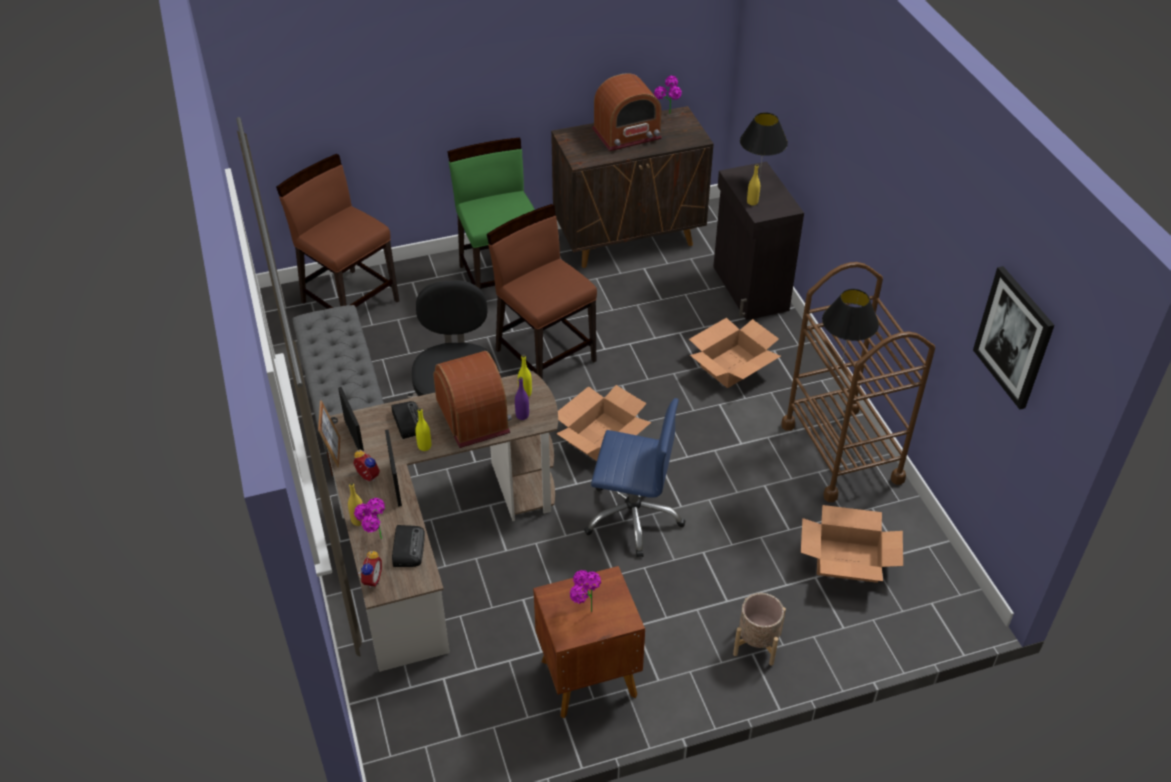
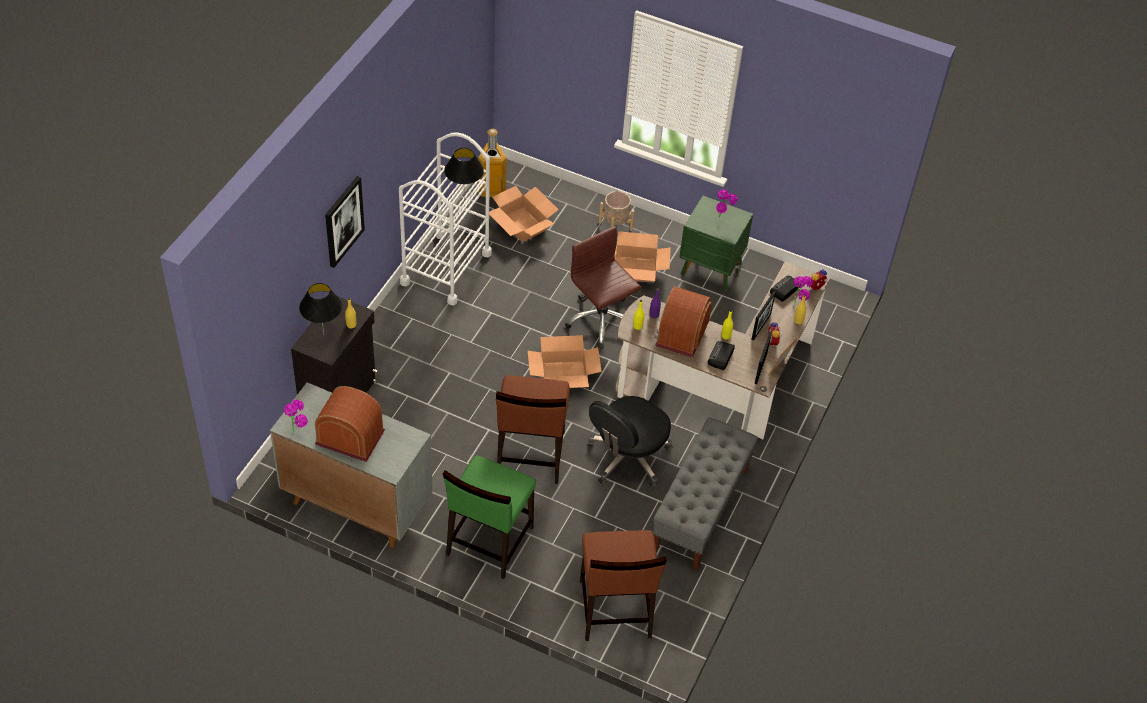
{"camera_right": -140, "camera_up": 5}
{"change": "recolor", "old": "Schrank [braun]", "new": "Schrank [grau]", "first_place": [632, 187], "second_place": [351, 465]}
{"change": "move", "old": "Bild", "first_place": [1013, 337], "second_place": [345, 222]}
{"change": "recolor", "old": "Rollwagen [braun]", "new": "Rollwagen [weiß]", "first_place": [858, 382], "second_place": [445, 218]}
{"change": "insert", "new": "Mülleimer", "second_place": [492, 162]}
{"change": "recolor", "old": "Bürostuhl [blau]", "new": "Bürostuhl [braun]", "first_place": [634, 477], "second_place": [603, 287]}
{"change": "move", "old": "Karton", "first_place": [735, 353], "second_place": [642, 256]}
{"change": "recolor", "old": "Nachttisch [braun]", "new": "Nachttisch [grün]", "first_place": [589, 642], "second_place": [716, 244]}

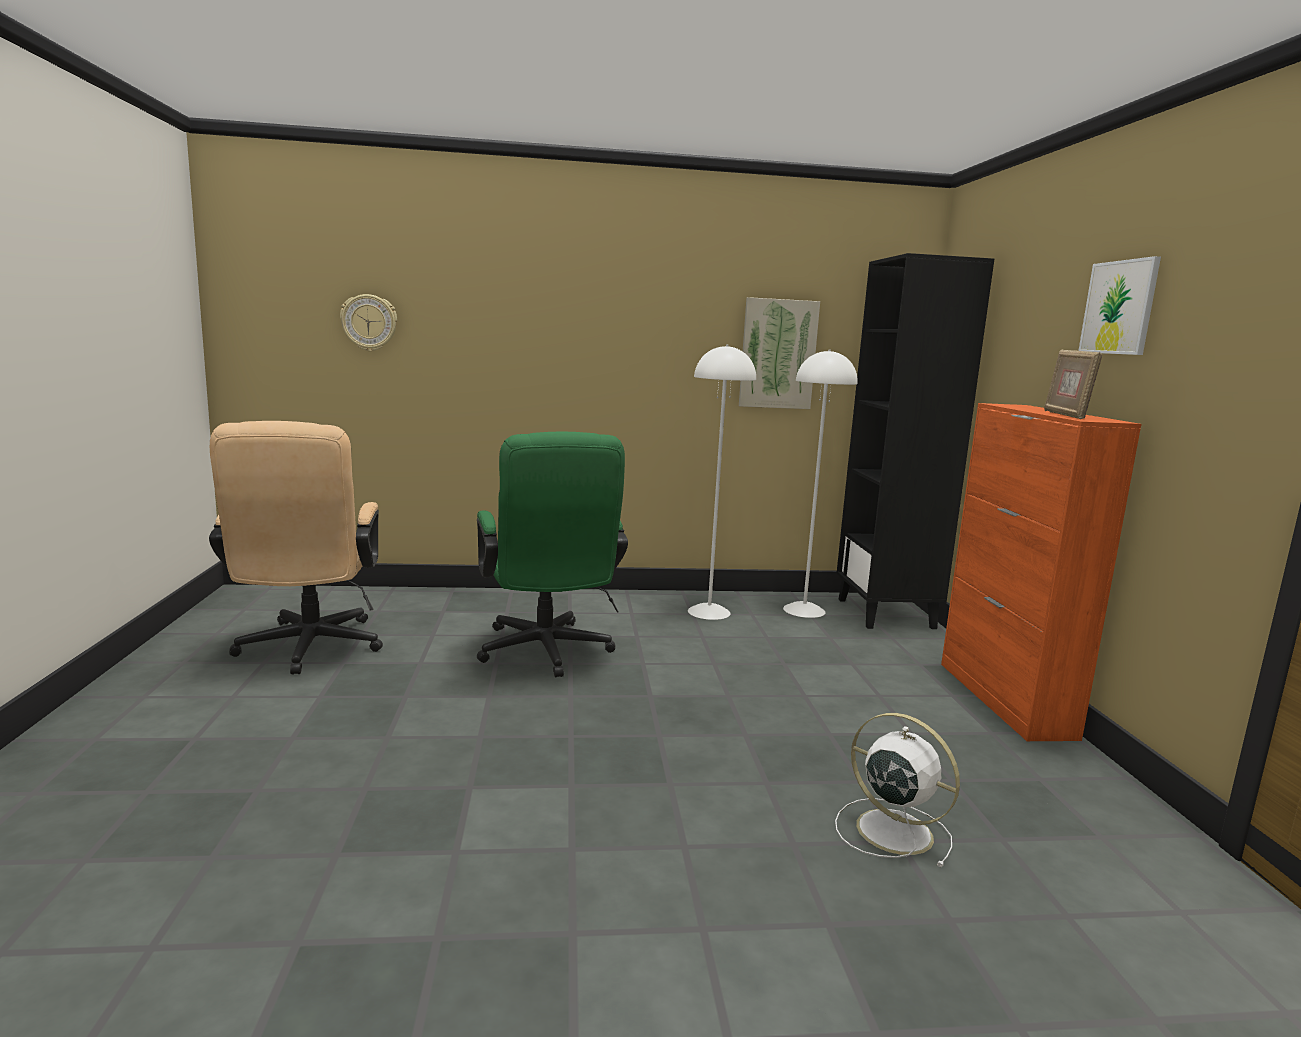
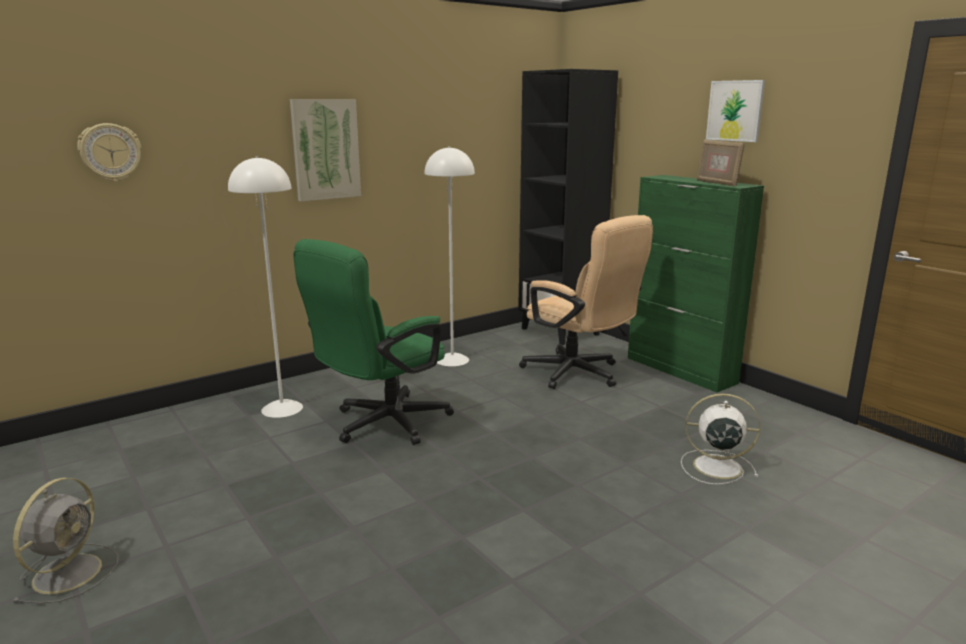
{"camera_right": -30, "camera_up": 5}
{"change": "insert", "new": "Ventilator [grau]", "second_place": [65, 541]}
{"change": "move", "old": "Stehlampe [weiß]", "first_place": [820, 483], "second_place": [265, 287]}
{"change": "move", "old": "Bild", "first_place": [779, 353], "second_place": [325, 150]}
{"change": "rotate", "old": "Bürostuhl [grün]", "first_place": [552, 554], "second_place": [373, 342], "degrees": 90}
{"change": "move", "old": "Bürostuhl [beige]", "first_place": [296, 548], "second_place": [586, 302]}
{"change": "recolor", "old": "Schrank [orange]", "new": "Schrank [grün]", "first_place": [1041, 572], "second_place": [696, 283]}

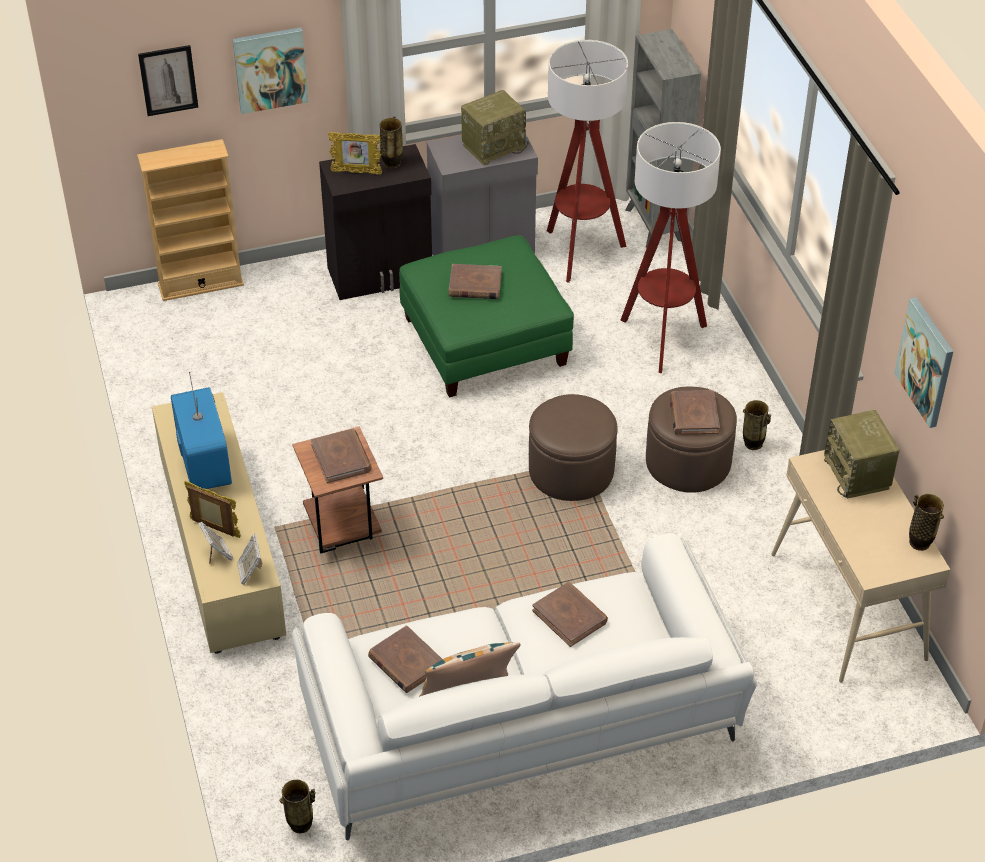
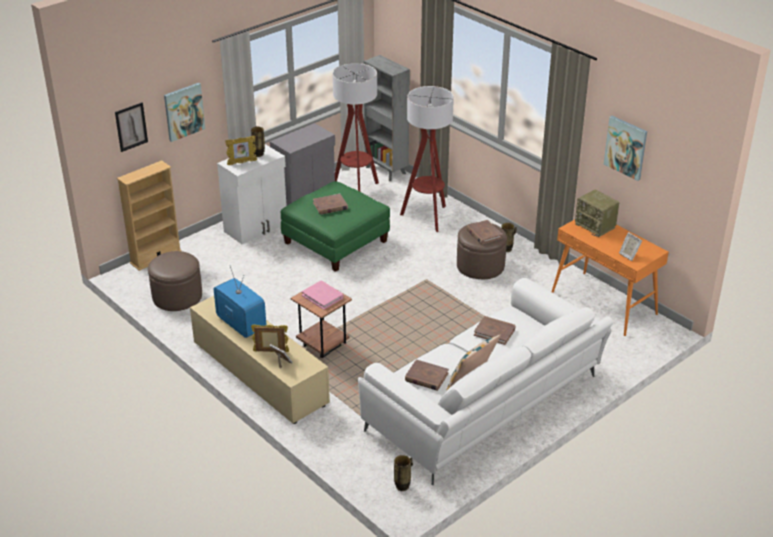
{"camera_right": -25, "camera_up": -10}
{"change": "move", "old": "Polsterhocker [braun]", "first_place": [573, 447], "second_place": [175, 281]}
{"change": "recolor", "old": "Schrank [schwarz]", "new": "Schrank [weiß]", "first_place": [375, 222], "second_place": [252, 194]}
{"change": "recolor", "old": "Buch [braun]", "new": "Buch [rosa]", "first_place": [341, 456], "second_place": [323, 295]}
{"change": "recolor", "old": "Konsolentisch [beige]", "new": "Konsolentisch [orange]", "first_place": [861, 566], "second_place": [610, 278]}
{"change": "move", "old": "Bilderrahmen", "first_place": [249, 559], "second_place": [630, 246]}
{"change": "delete", "old": "Radio", "first_place": [495, 127]}
{"change": "delete", "old": "Vase", "first_place": [926, 522]}

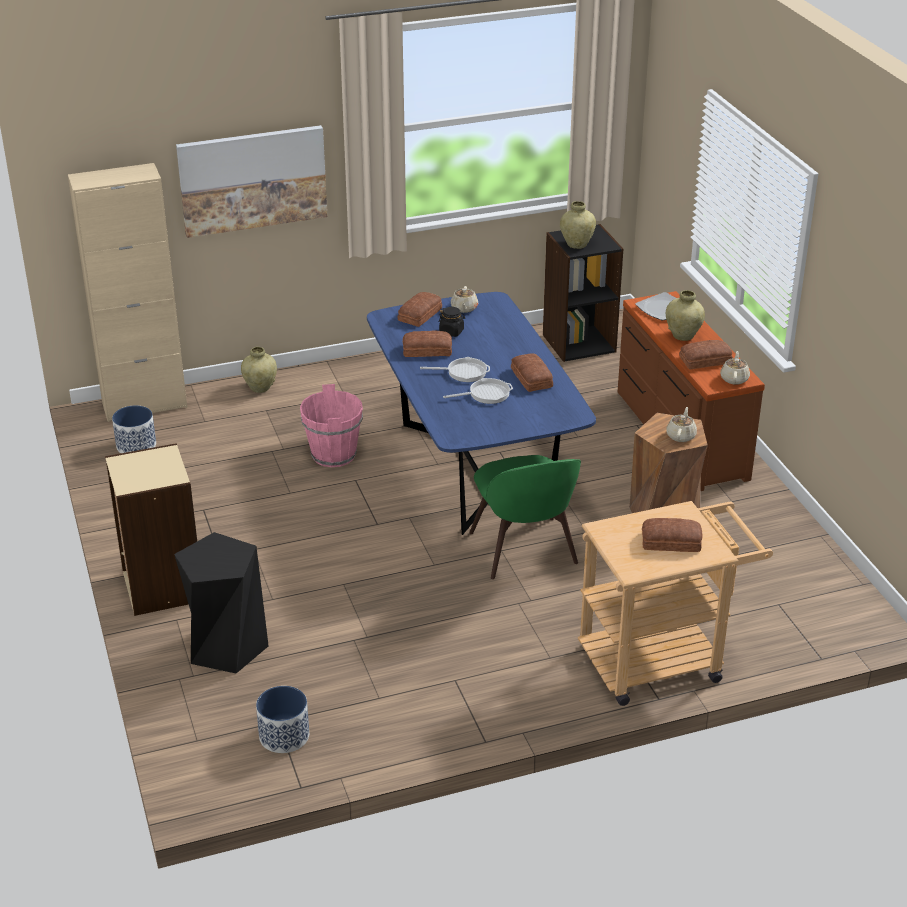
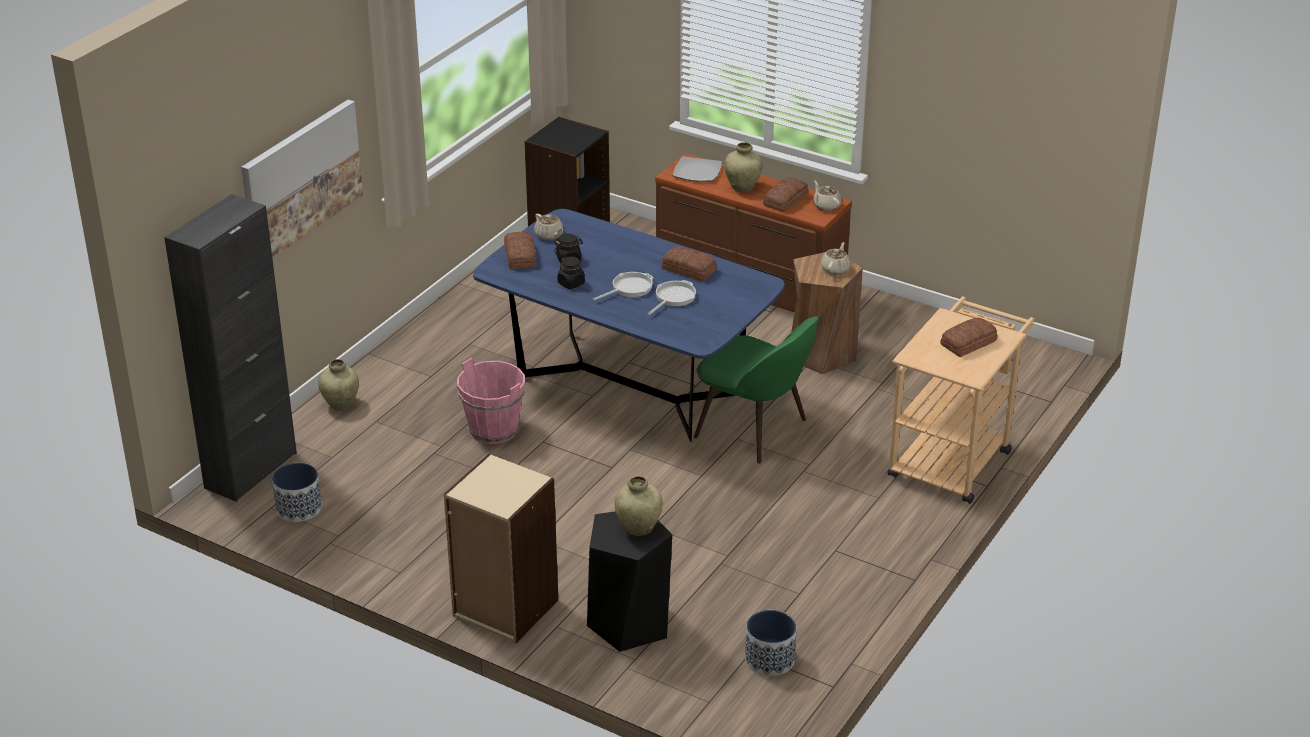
{"camera_right": -40, "camera_up": 0}
{"change": "recolor", "old": "Schrank [beige]", "new": "Schrank [schwarz]", "first_place": [127, 292], "second_place": [230, 348]}
{"change": "replace", "old": "Brot", "new": "Vorratsglas [schwarz]", "first_place": [427, 344], "second_place": [571, 273]}
{"change": "move", "old": "Vase [beige]", "first_place": [578, 225], "second_place": [639, 506]}
{"change": "rotate", "old": "Teekanne [beige]", "first_place": [681, 424], "second_place": [835, 258], "degrees": 45}

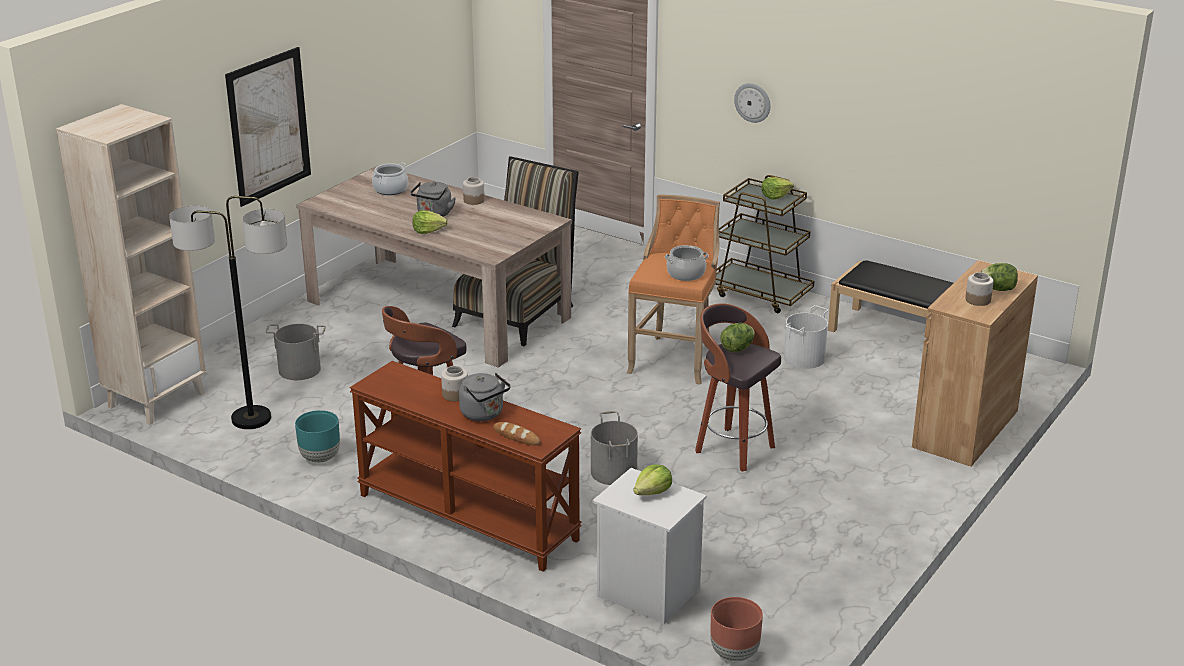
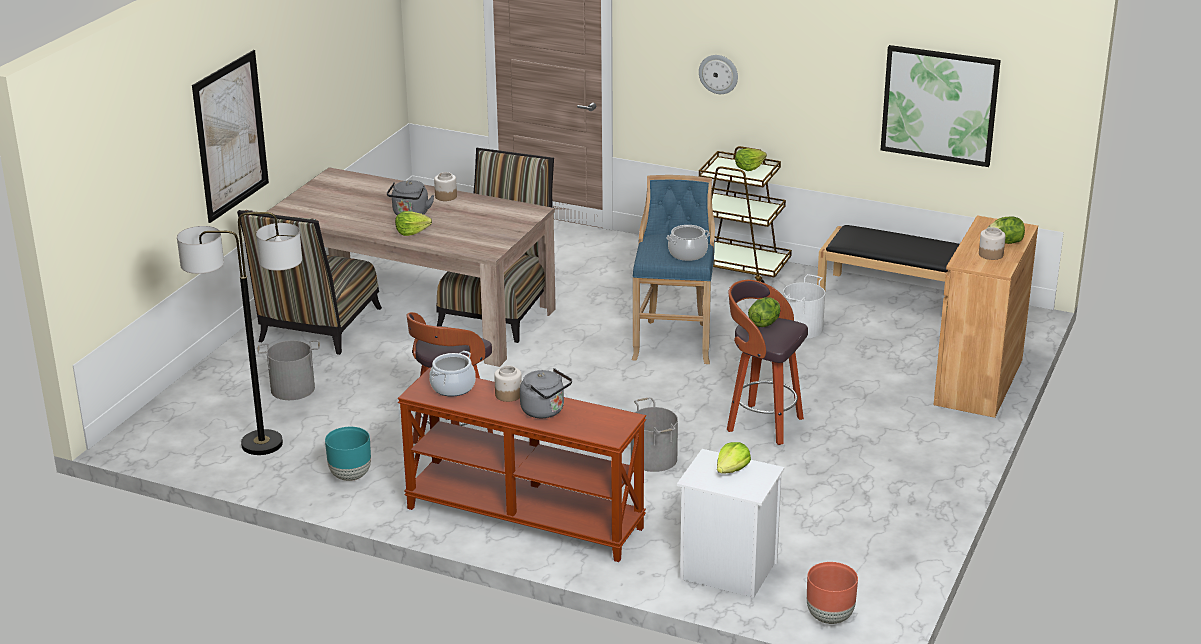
{"camera_right": -10, "camera_up": 0}
{"change": "insert", "new": "Stuhl", "second_place": [309, 282]}
{"change": "move", "old": "Kochtopf", "first_place": [390, 179], "second_place": [452, 373]}
{"change": "recolor", "old": "Hocker [orange]", "new": "Hocker [blau]", "first_place": [673, 289], "second_place": [673, 269]}
{"change": "insert", "new": "Bild", "second_place": [941, 106]}
{"change": "delete", "old": "Bücherregal [beige]", "first_place": [131, 264]}
{"change": "delete", "old": "Brot", "first_place": [517, 433]}

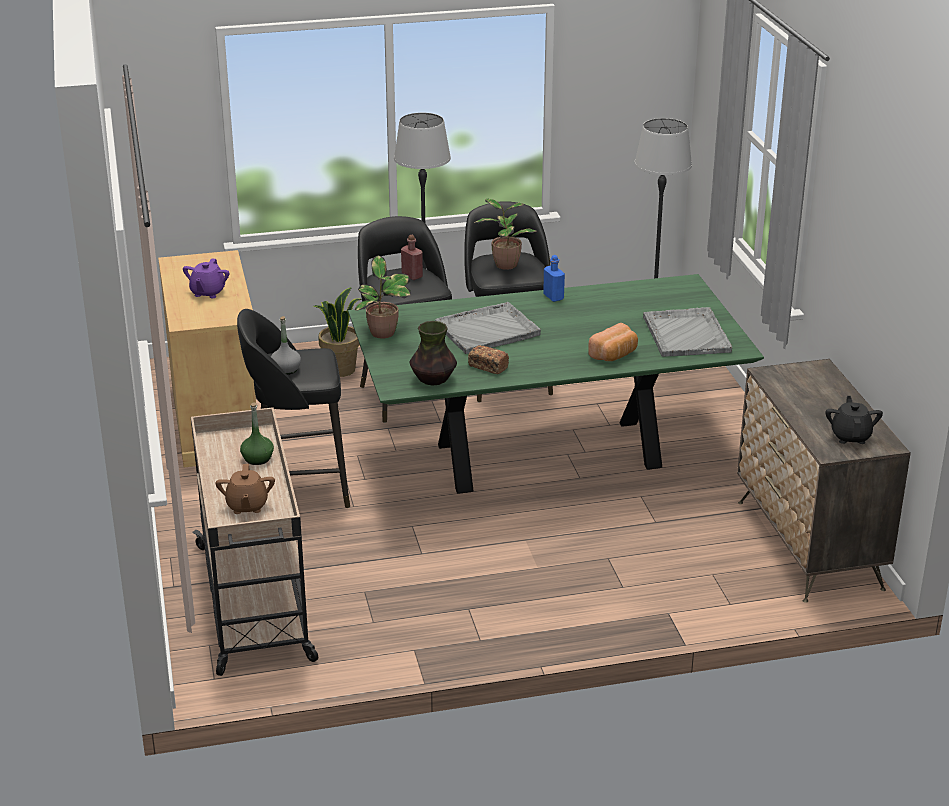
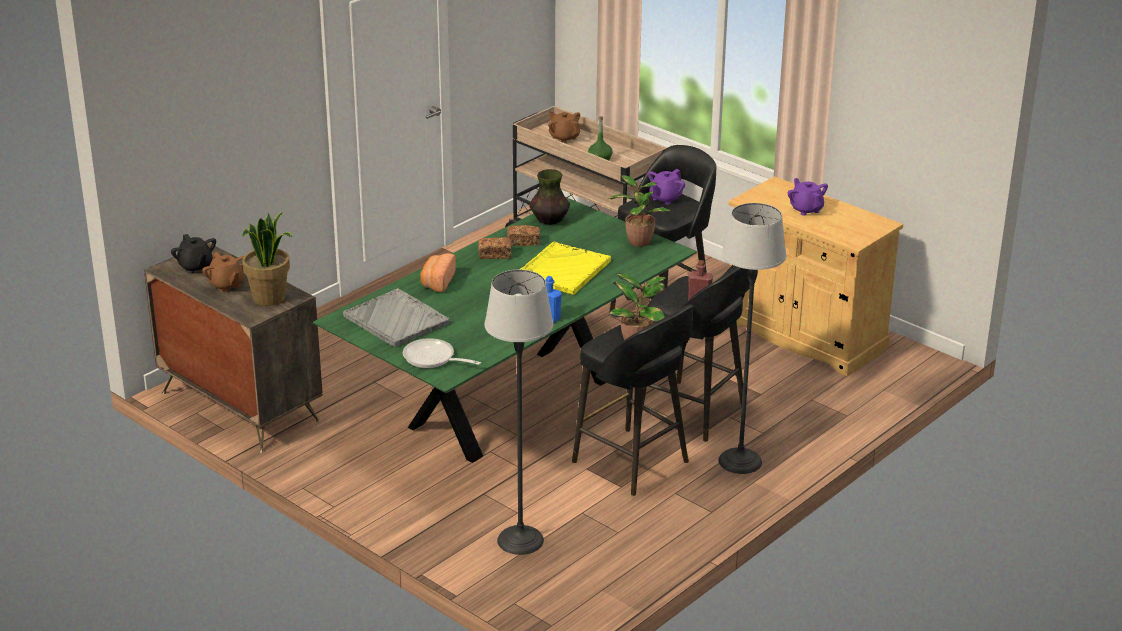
{"camera_right": 145, "camera_up": 0}
{"change": "insert", "new": "Teekanne [braun]", "second_place": [223, 272]}
{"change": "move", "old": "Topfpflanze", "first_place": [338, 332], "second_place": [267, 259]}
{"change": "insert", "new": "Pfanne", "second_place": [442, 353]}
{"change": "insert", "new": "Brot", "second_place": [495, 248]}
{"change": "recolor", "old": "Tablett [grau]", "new": "Tablett [gelb]", "first_place": [488, 328], "second_place": [565, 268]}
{"change": "replace", "old": "Flasche [grau]", "new": "Teekanne [lila]", "first_place": [286, 345], "second_place": [666, 186]}

